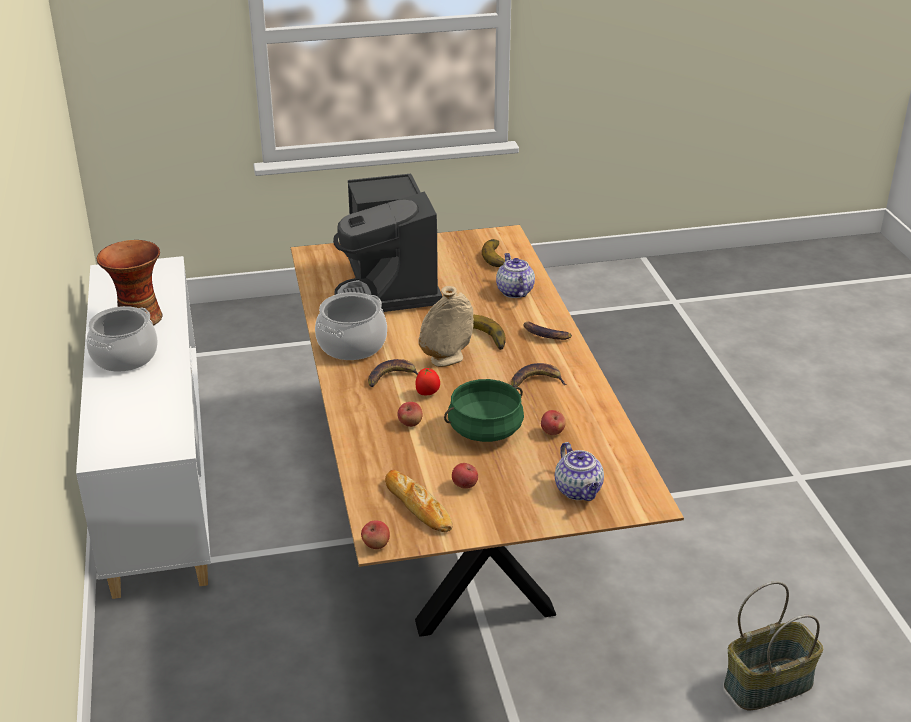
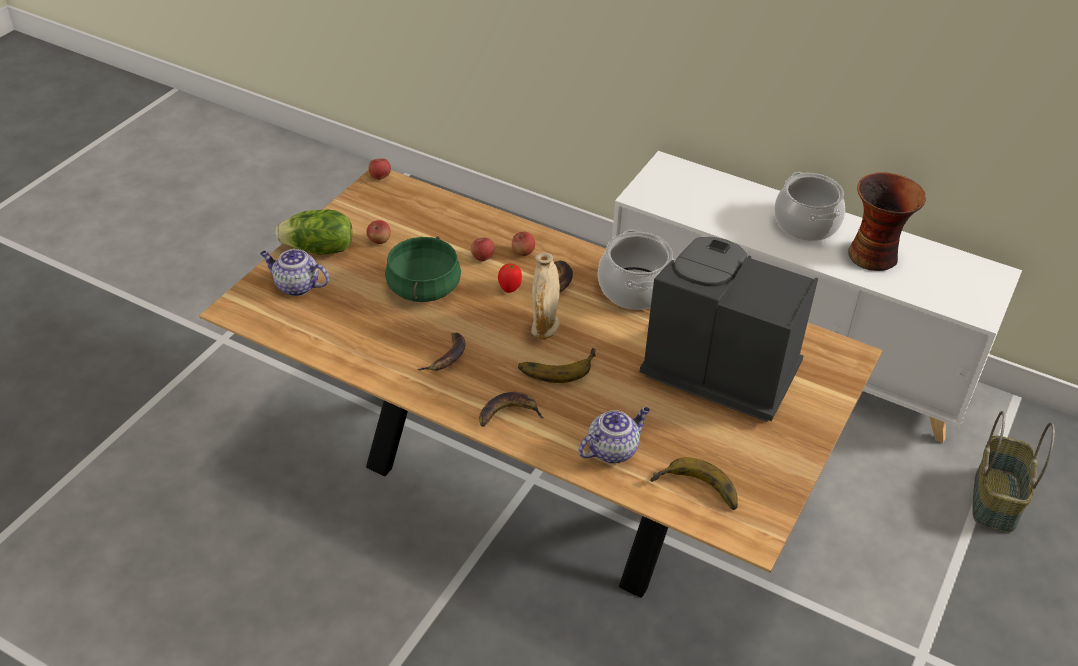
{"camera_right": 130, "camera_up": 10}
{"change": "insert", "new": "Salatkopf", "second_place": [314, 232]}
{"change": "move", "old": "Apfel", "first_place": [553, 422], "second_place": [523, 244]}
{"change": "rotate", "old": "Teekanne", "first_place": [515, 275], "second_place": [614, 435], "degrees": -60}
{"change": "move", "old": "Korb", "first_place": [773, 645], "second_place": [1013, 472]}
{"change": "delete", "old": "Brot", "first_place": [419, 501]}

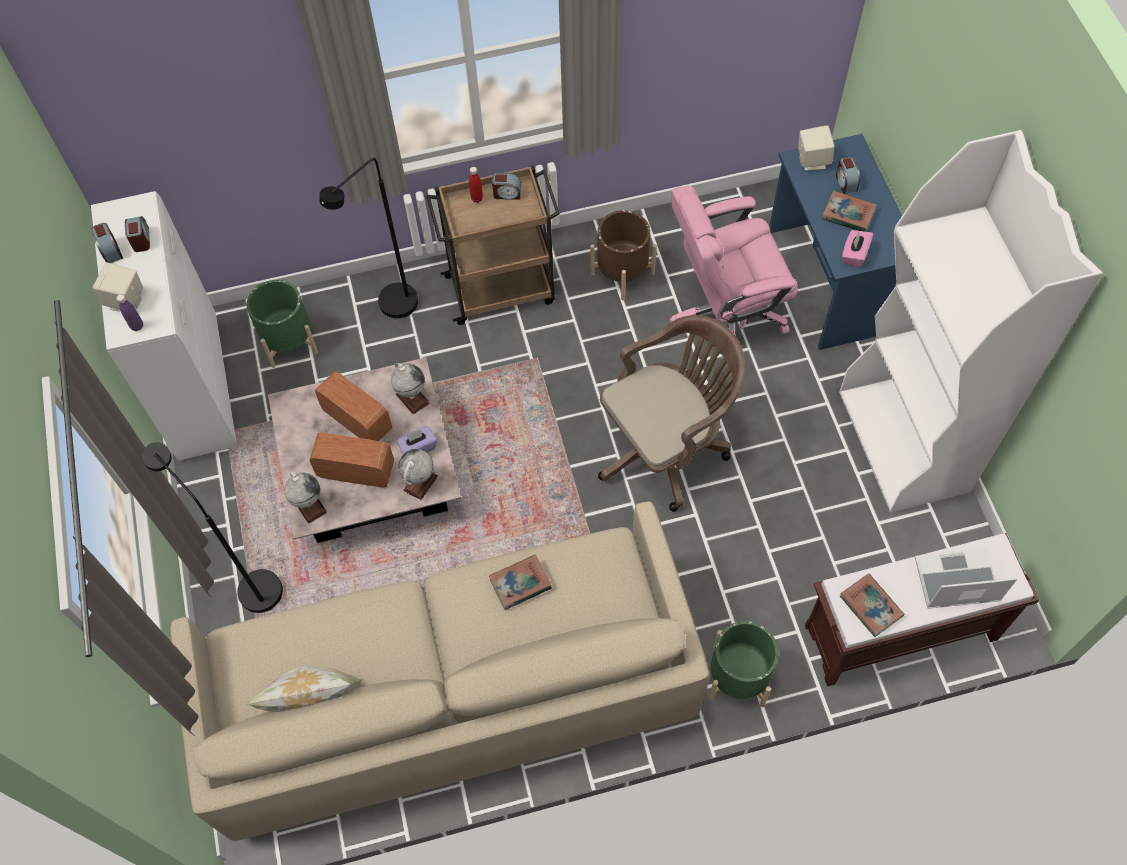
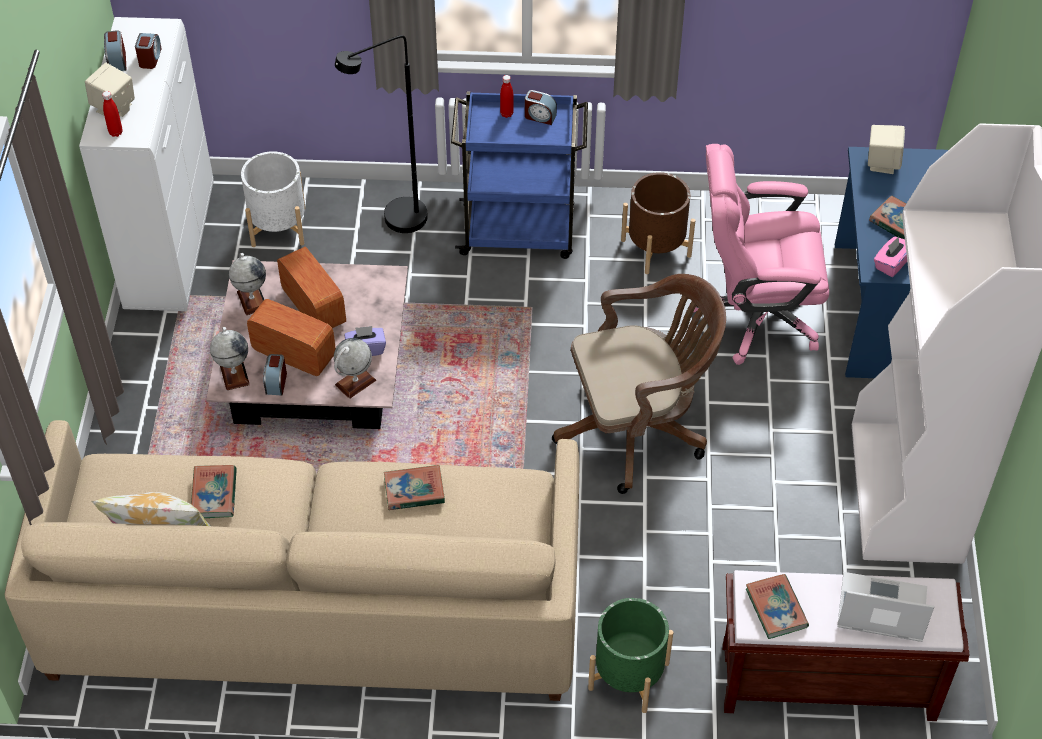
{"camera_right": 15, "camera_up": -10}
{"change": "recolor", "old": "Flasche [lila]", "new": "Flasche [rot]", "first_place": [129, 312], "second_place": [112, 114]}
{"change": "insert", "new": "Buch", "second_place": [214, 491]}
{"change": "move", "old": "Globus", "first_place": [410, 389], "second_place": [247, 284]}
{"change": "recolor", "old": "Pflanzkübel [grün]", "new": "Pflanzkübel [weiß]", "first_place": [282, 324], "second_place": [273, 199]}
{"change": "move", "old": "Wecker", "first_place": [848, 175], "second_place": [275, 374]}
{"change": "recolor", "old": "Rollwagen [braun]", "new": "Rollwagen [blau]", "first_place": [493, 245], "second_place": [519, 175]}
{"change": "delete", "old": "Stehlampe [schwarz]", "first_place": [212, 528]}

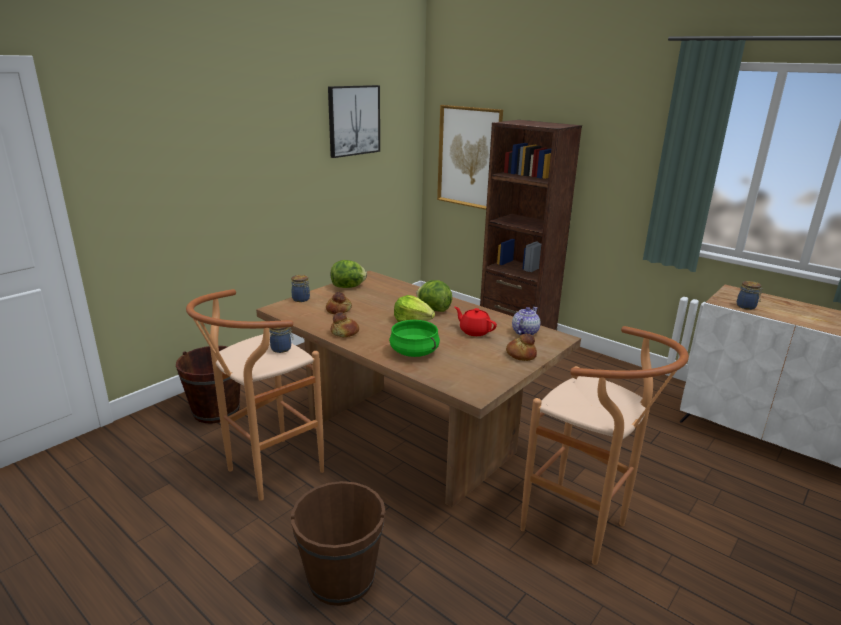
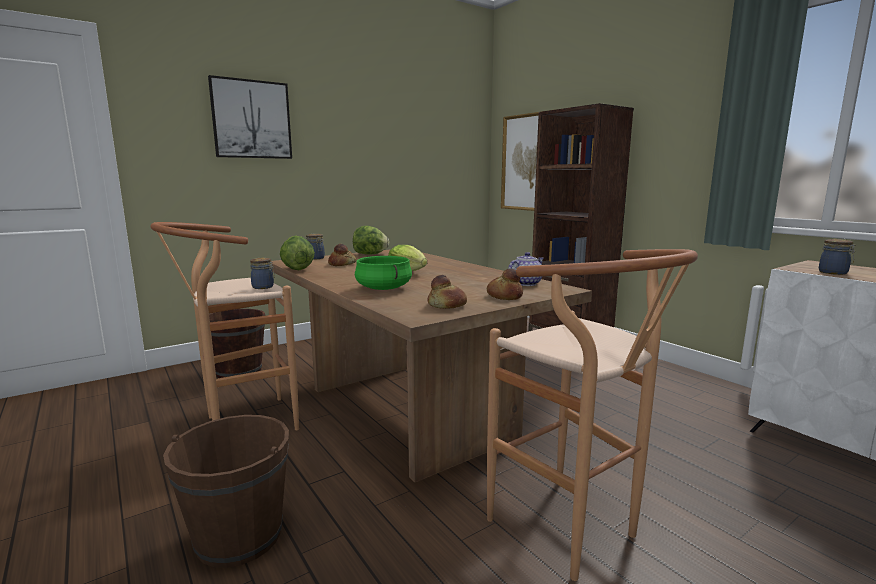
{"camera_right": 15, "camera_up": -10}
{"change": "move", "old": "Bild", "first_place": [354, 121], "second_place": [250, 117]}
{"change": "move", "old": "Salatkopf", "first_place": [434, 296], "second_place": [297, 252]}
{"change": "move", "old": "Brot", "first_place": [345, 324], "second_place": [447, 292]}
{"change": "delete", "old": "Teekanne [rot]", "first_place": [476, 321]}

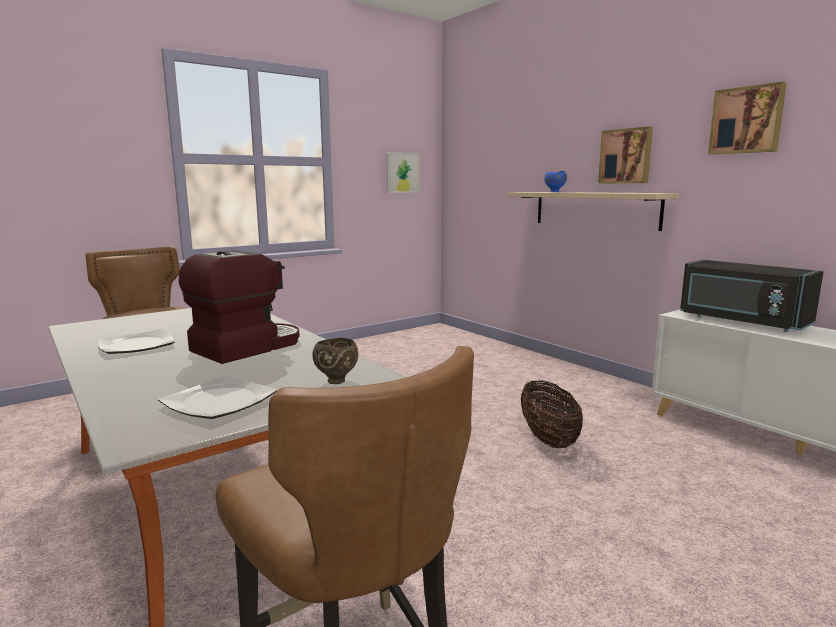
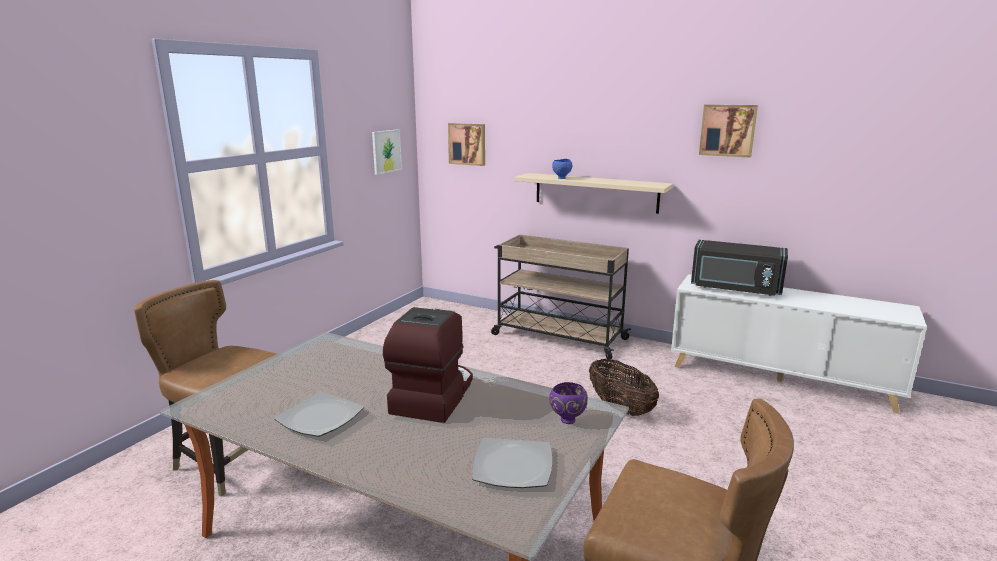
{"camera_right": -25, "camera_up": 5}
{"change": "move", "old": "Bild", "first_place": [625, 155], "second_place": [466, 144]}
{"change": "insert", "new": "Rollwagen [beige]", "second_place": [561, 296]}
{"change": "recolor", "old": "Schüssel [braun]", "new": "Schüssel [lila]", "first_place": [335, 361], "second_place": [568, 403]}

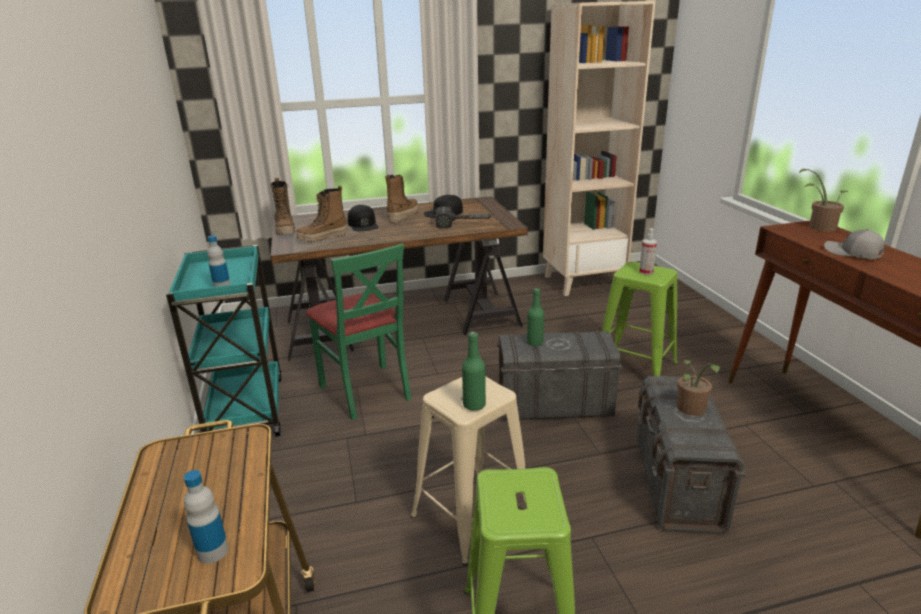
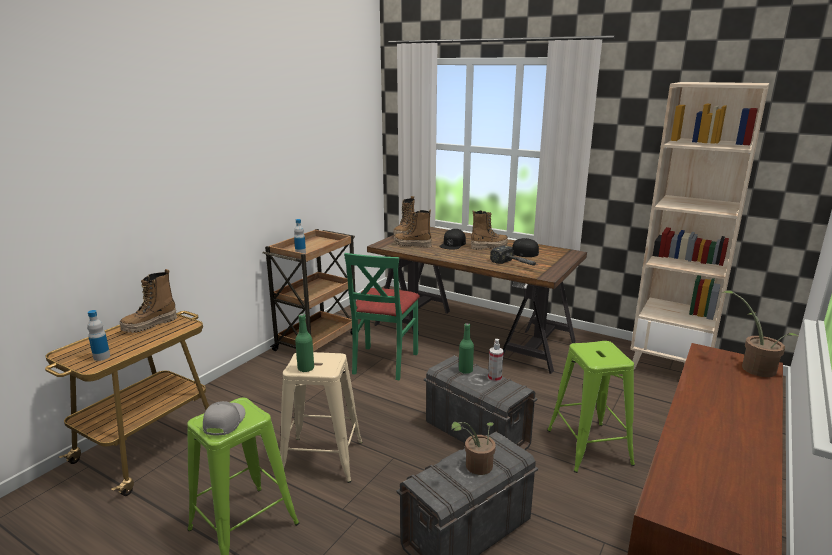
{"camera_right": 45, "camera_up": -5}
{"change": "insert", "new": "Stiefel", "second_place": [148, 301]}
{"change": "move", "old": "Kappe [grau]", "first_place": [854, 244], "second_place": [224, 418]}
{"change": "recolor", "old": "Rollwagen [türkis]", "new": "Rollwagen [braun]", "first_place": [224, 340], "second_place": [309, 290]}
{"change": "move", "old": "Sprühflasche", "first_place": [648, 251], "second_place": [495, 360]}

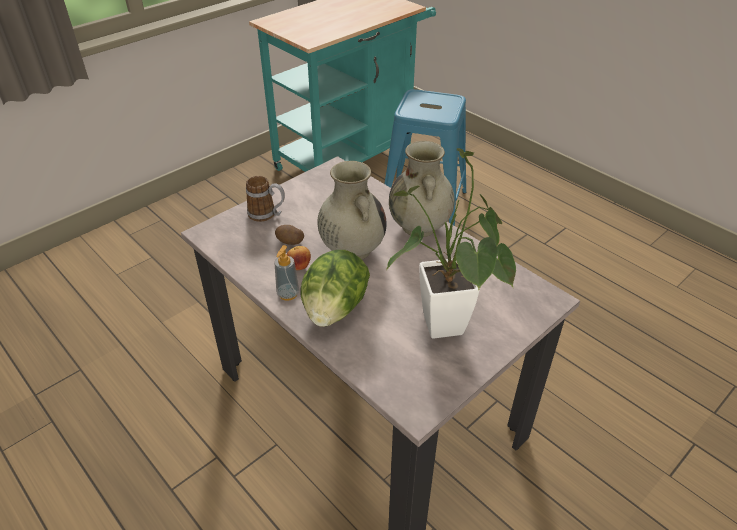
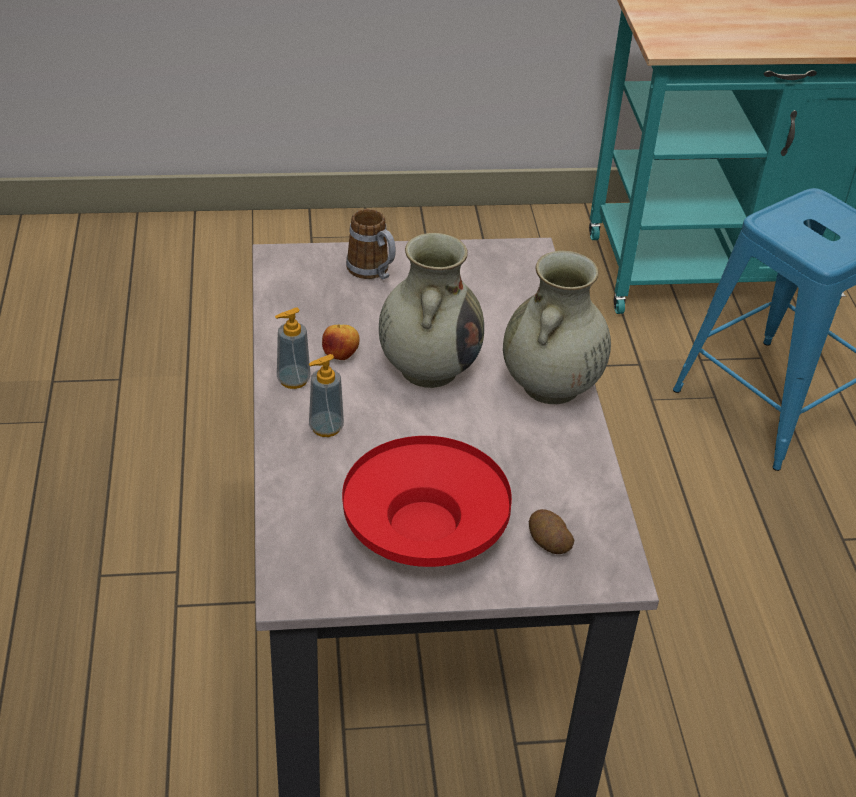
{"camera_right": 35, "camera_up": 0}
{"change": "replace", "old": "Salatkopf", "new": "Seifenspender", "first_place": [335, 288], "second_place": [326, 395]}
{"change": "replace", "old": "Topfpflanze", "new": "Schüssel [rot]", "first_place": [451, 243], "second_place": [427, 501]}
{"change": "move", "old": "Kartoffel", "first_place": [289, 235], "second_place": [552, 531]}

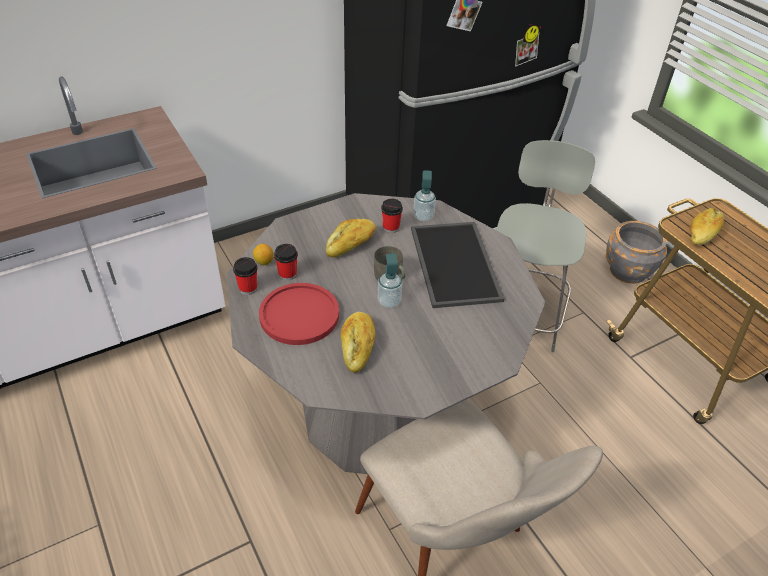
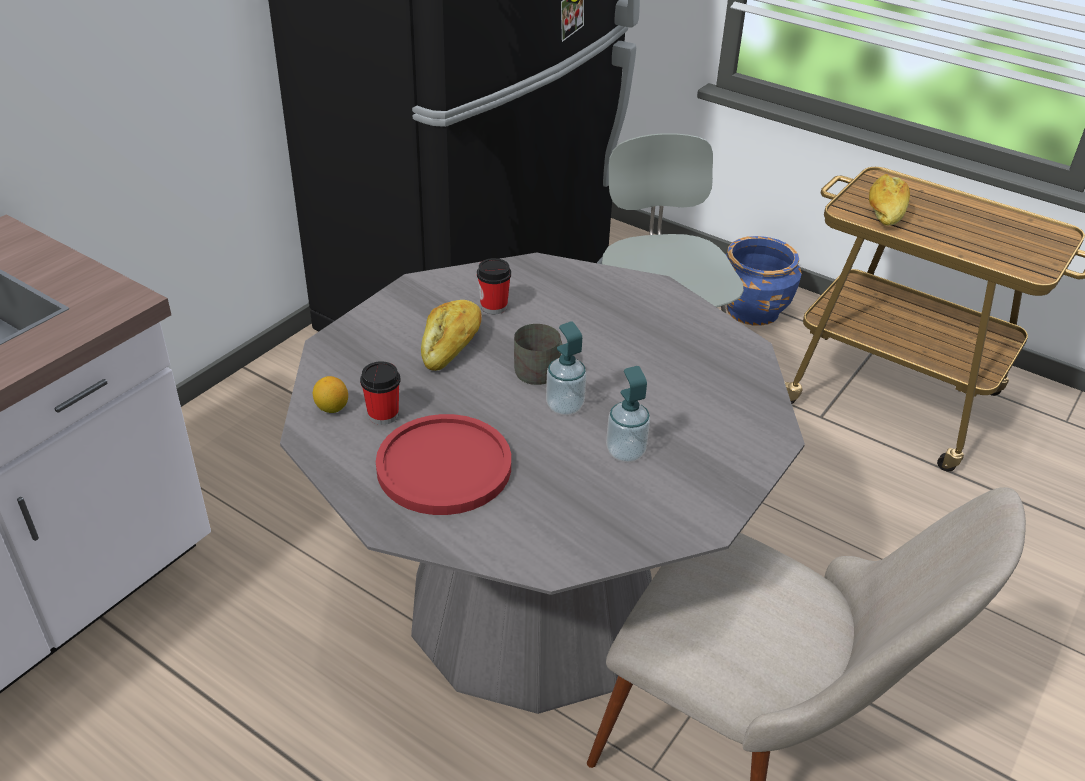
{"camera_right": -25, "camera_up": -5}
{"change": "move", "old": "Seifenspender", "first_place": [424, 195], "second_place": [628, 414]}
{"change": "recolor", "old": "Pflanzkübel [grau]", "new": "Pflanzkübel [blau]", "first_place": [636, 252], "second_place": [763, 281]}
{"change": "delete", "old": "Tasse", "first_place": [245, 276]}
{"change": "delete", "old": "Brot", "first_place": [358, 342]}
{"change": "delete", "old": "Tablett", "first_place": [457, 265]}

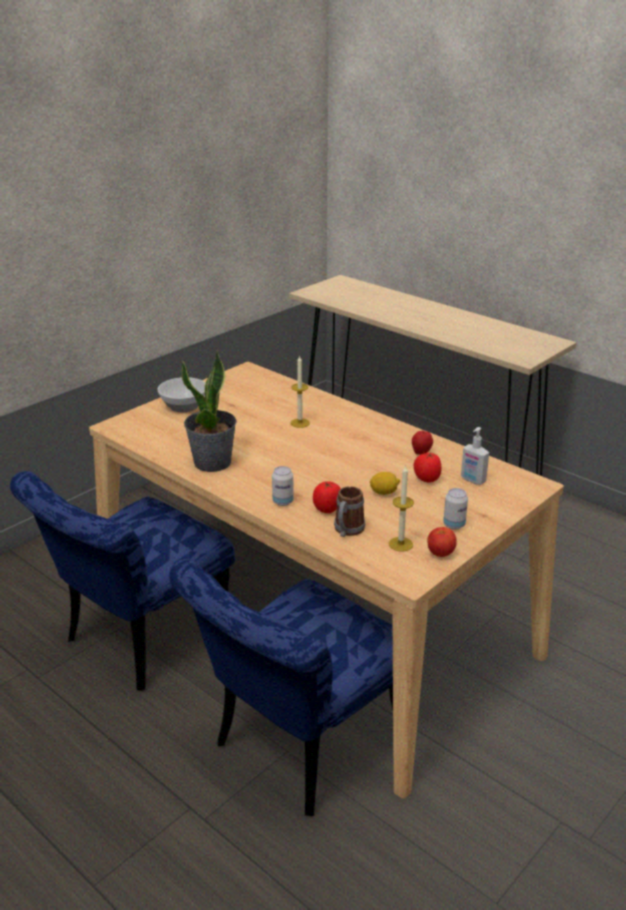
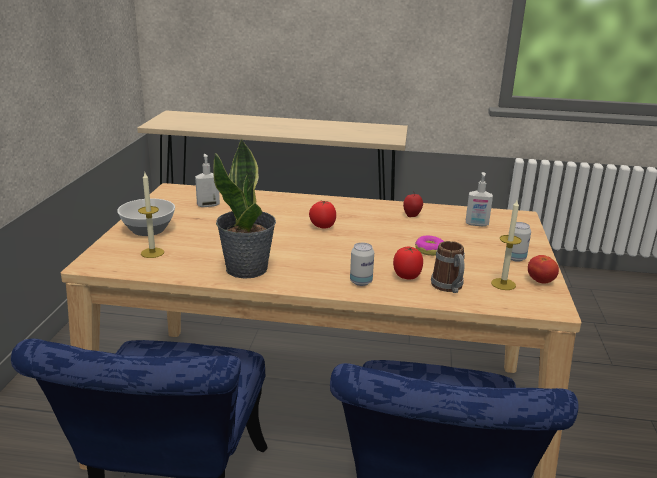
{"camera_right": -35, "camera_up": -5}
{"change": "move", "old": "Kerze", "first_place": [300, 391], "second_place": [151, 215]}
{"change": "insert", "new": "Seifenspender", "second_place": [207, 180]}
{"change": "move", "old": "Tomate", "first_place": [428, 467], "second_place": [322, 215]}
{"change": "replace", "old": "Zitrone", "new": "Donut", "first_place": [385, 483], "second_place": [429, 246]}

